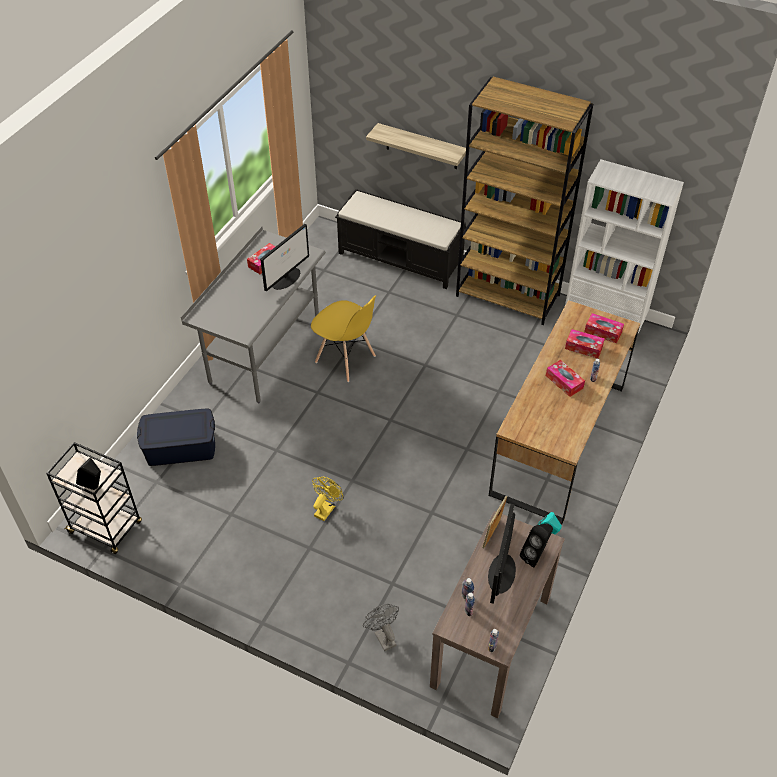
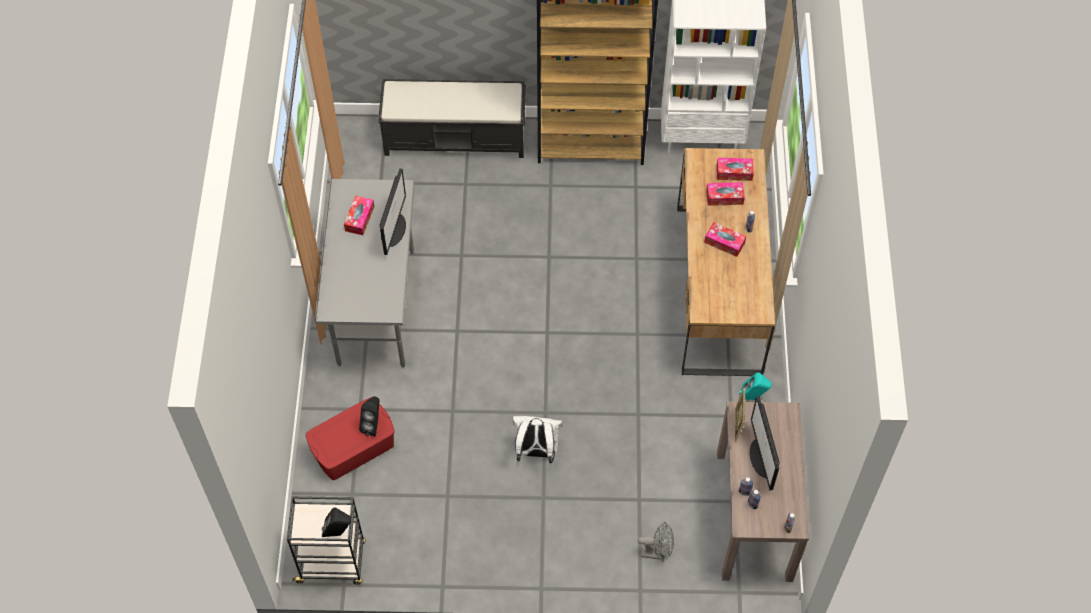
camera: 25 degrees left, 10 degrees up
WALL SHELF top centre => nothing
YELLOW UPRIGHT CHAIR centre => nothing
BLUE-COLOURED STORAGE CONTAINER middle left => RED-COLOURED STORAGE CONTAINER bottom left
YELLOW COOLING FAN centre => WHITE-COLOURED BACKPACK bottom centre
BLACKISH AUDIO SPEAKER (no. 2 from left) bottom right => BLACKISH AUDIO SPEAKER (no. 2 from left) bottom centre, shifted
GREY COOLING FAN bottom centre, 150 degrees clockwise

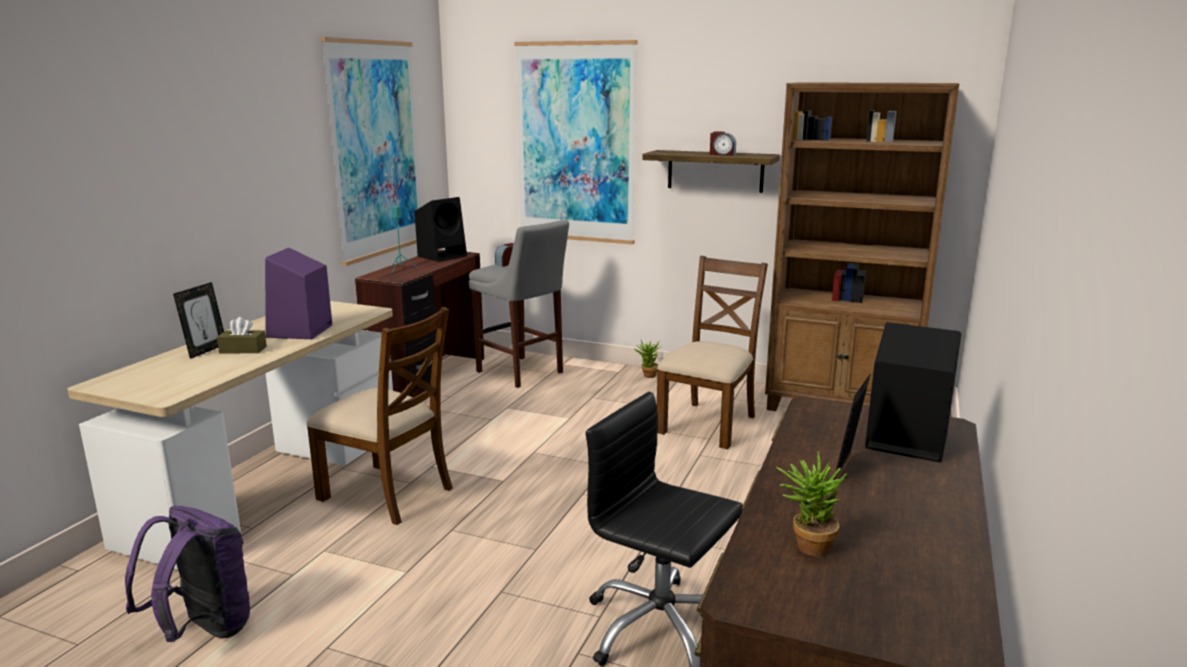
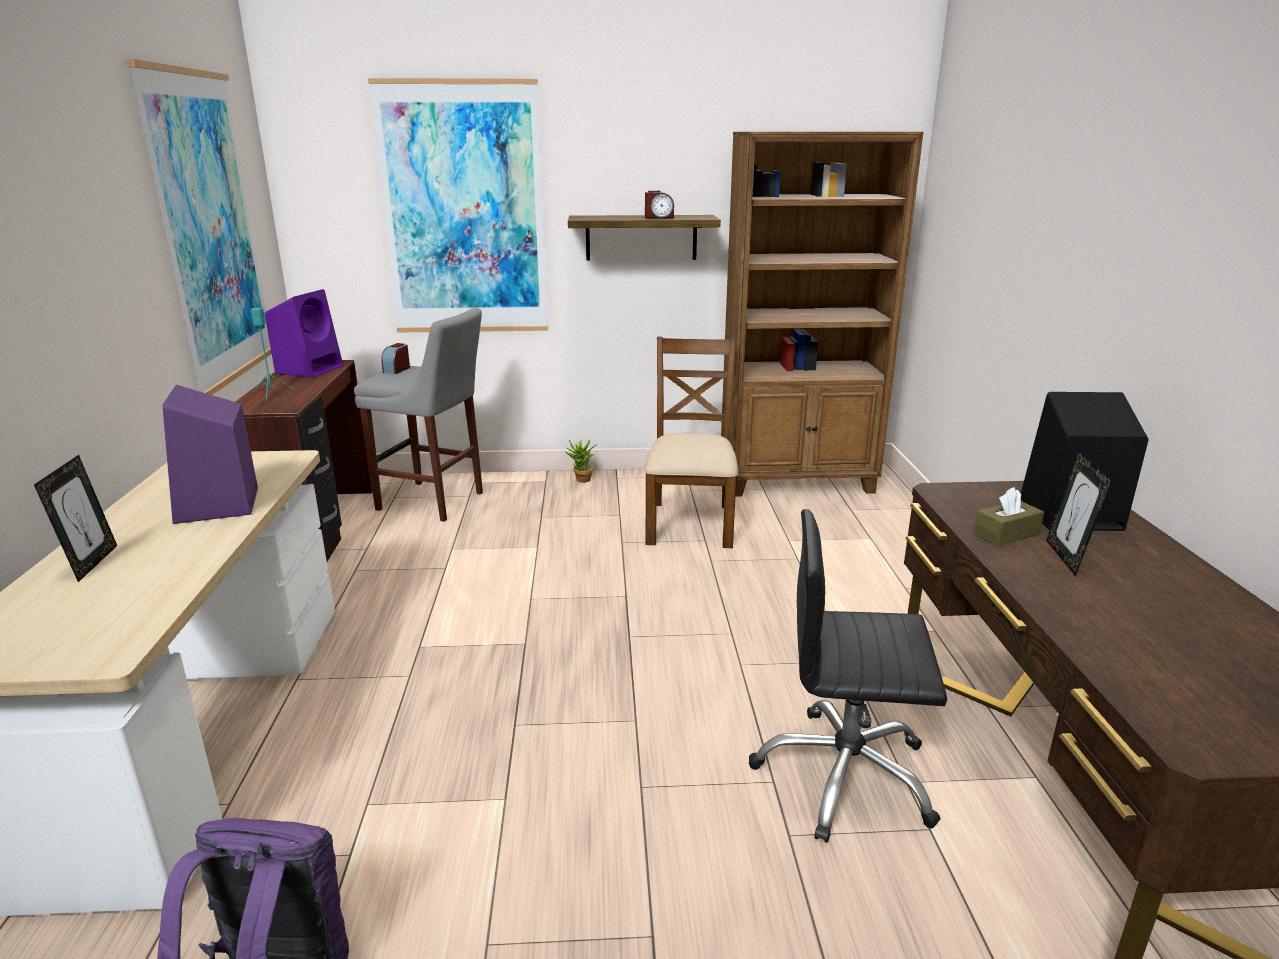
camera: 25 degrees left, 5 degrees up
BLACKISH AUDIO SPEAKER (no. 1 from left) centre => PURPLE AUDIO SPEAKER (no. 2 from left) middle left
BROWN UPRIGHT CHAIR (no. 1 from left) middle left => nothing
BROWN TISSUE HOLDER middle left => BROWN TISSUE HOLDER middle right, shifted
POTTED PLANT (no. 2 from left) bottom right => nothing

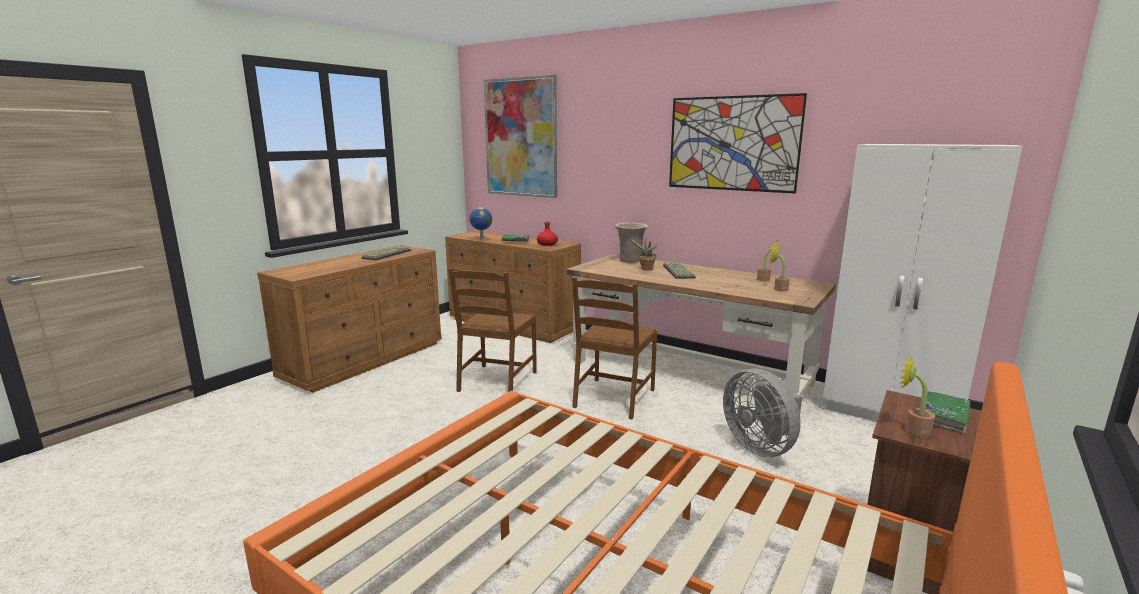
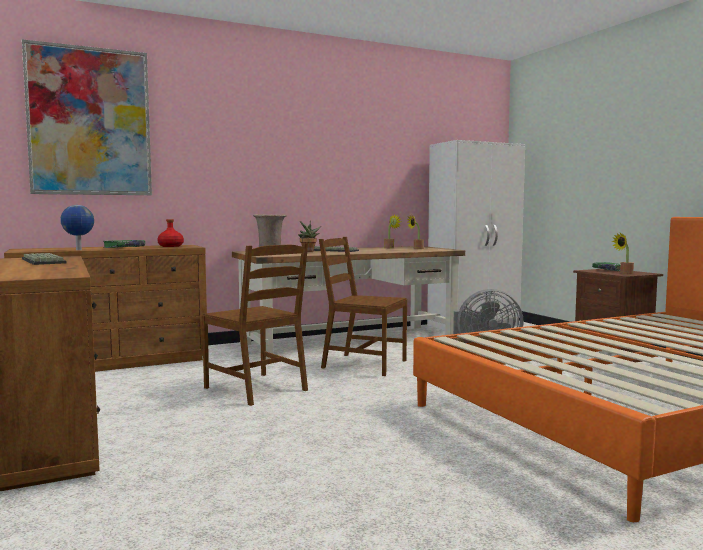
camera: 60 degrees left, 10 degrees down
PICTURE (no. 2 from left) top centre => nothing
BROWN UPRIGHT CHAIR (no. 2 from left) centre, 150 degrees clockwise

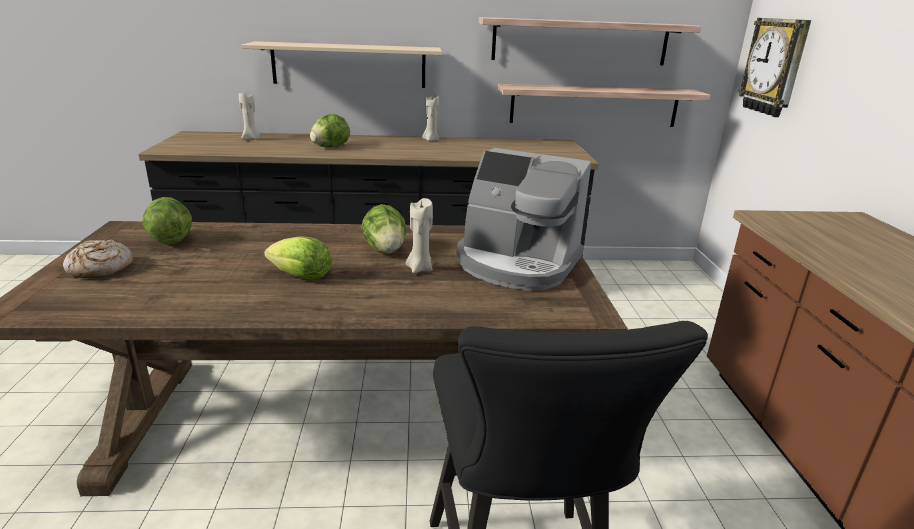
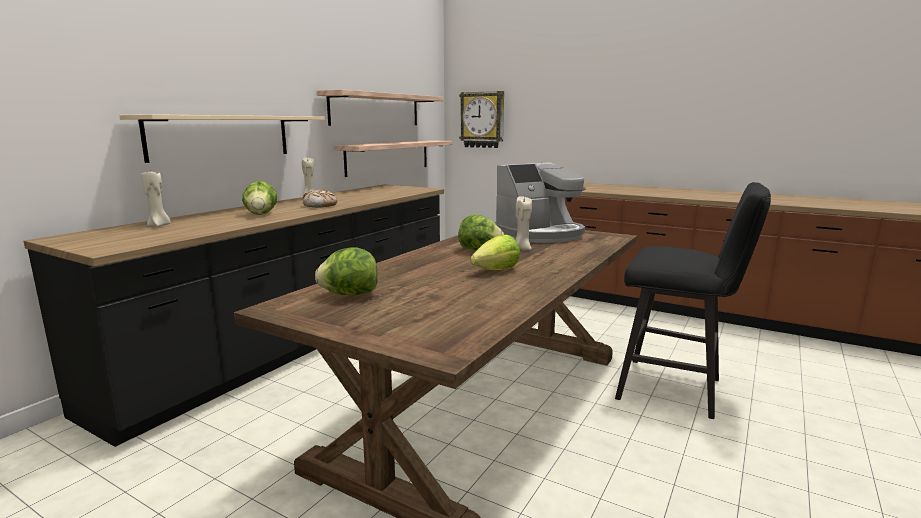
camera: 55 degrees left, 10 degrees down
BREAD middle left => BREAD centre, shifted

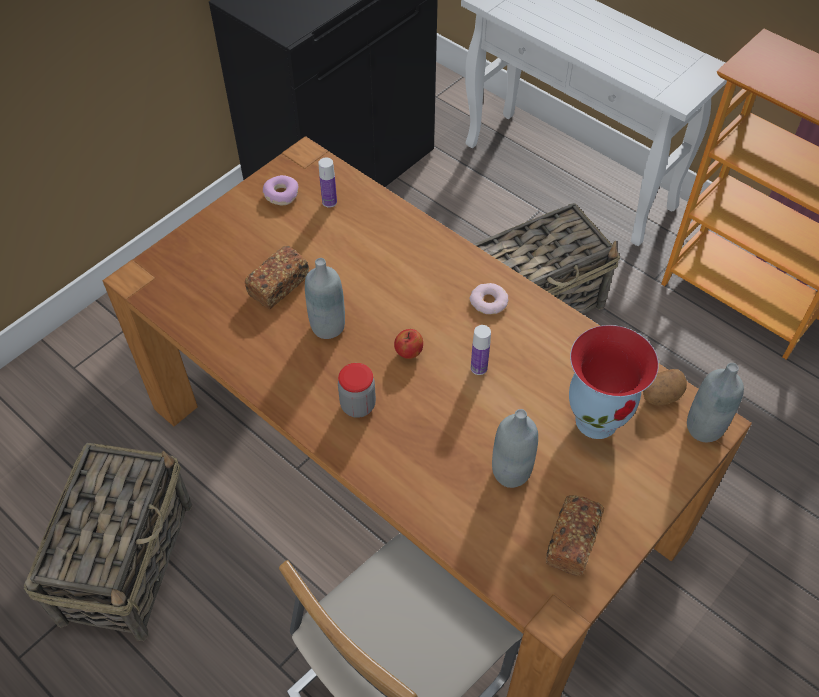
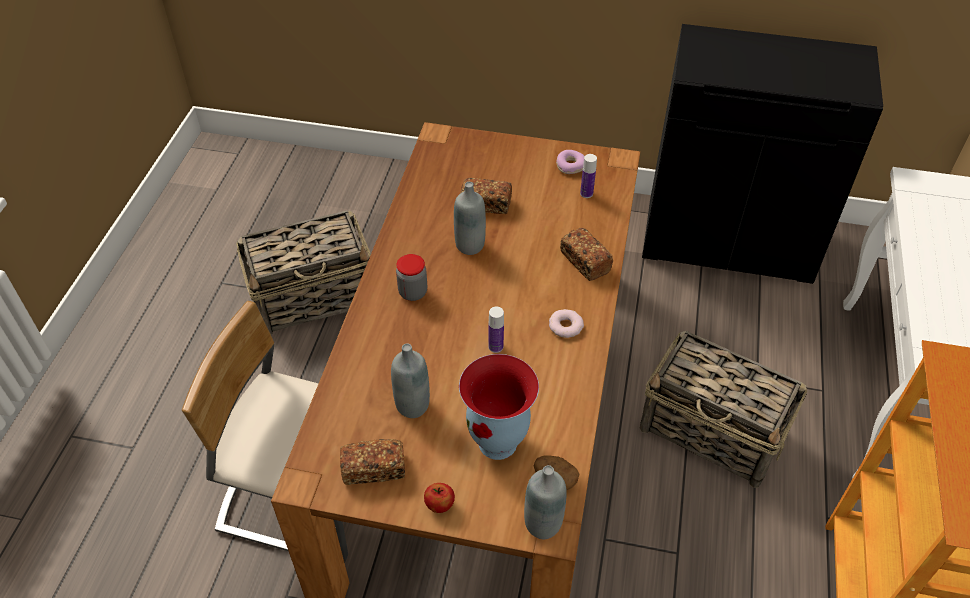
camera: 60 degrees right, 5 degrees down
APPLE FRUIT centre => APPLE FRUIT bottom centre, shifted
nothing => BREAD (no. 3 from left) centre

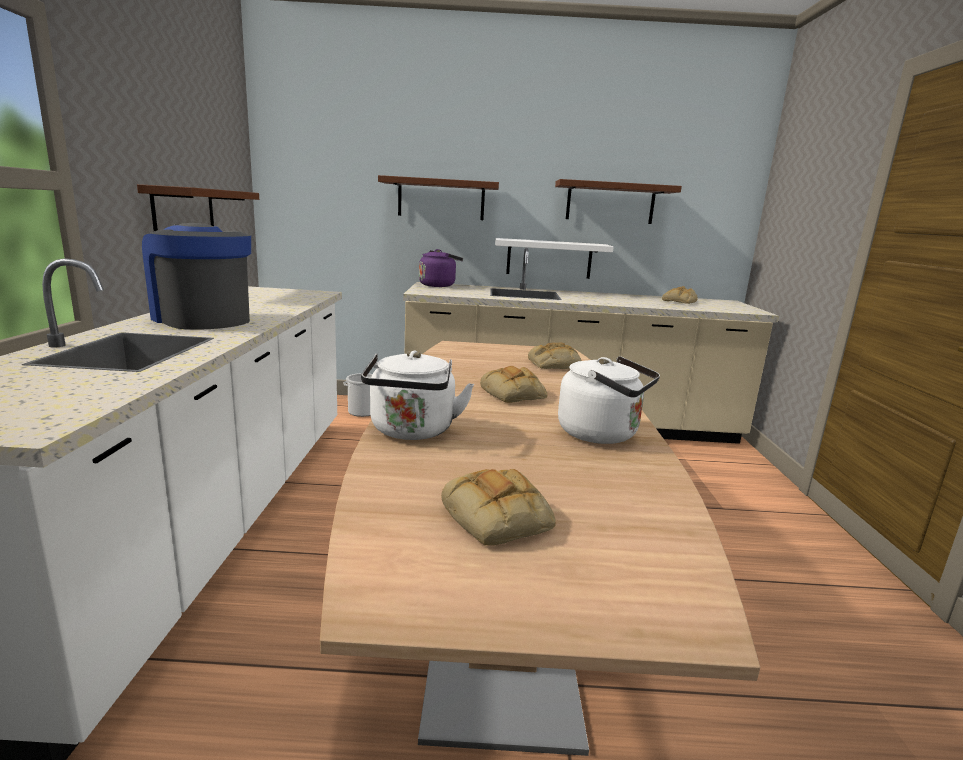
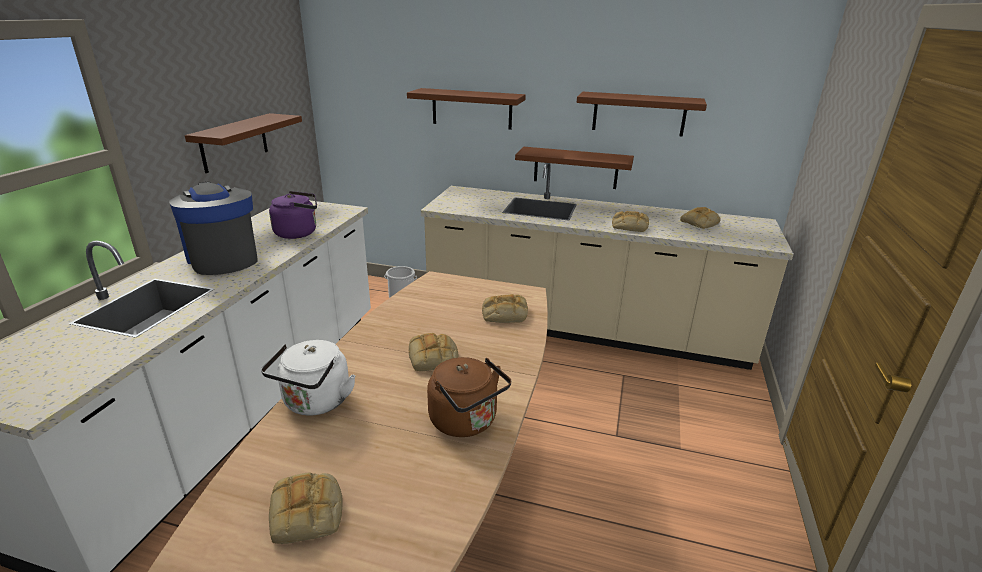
camera: 15 degrees right, 10 degrees up
WHITE-COLOURED WALL SHELF centre => BROWN WALL SHELF (no. 3 from left) top centre
PURPLE TEA KETTLE centre => PURPLE TEA KETTLE middle left, shifted
WHITE-COLOURED TEA KETTLE (no. 2 from left) centre => BROWN TEA KETTLE bottom centre
nothing => BREAD (no. 4 from left) centre

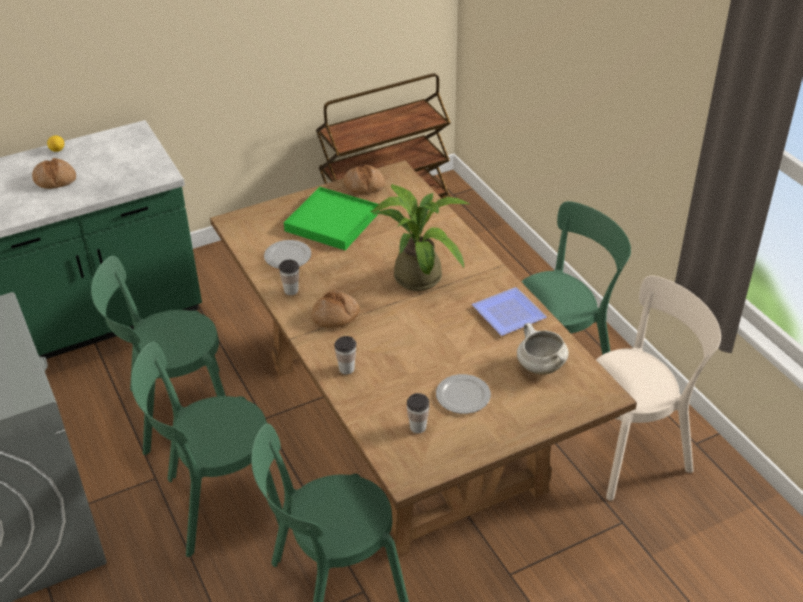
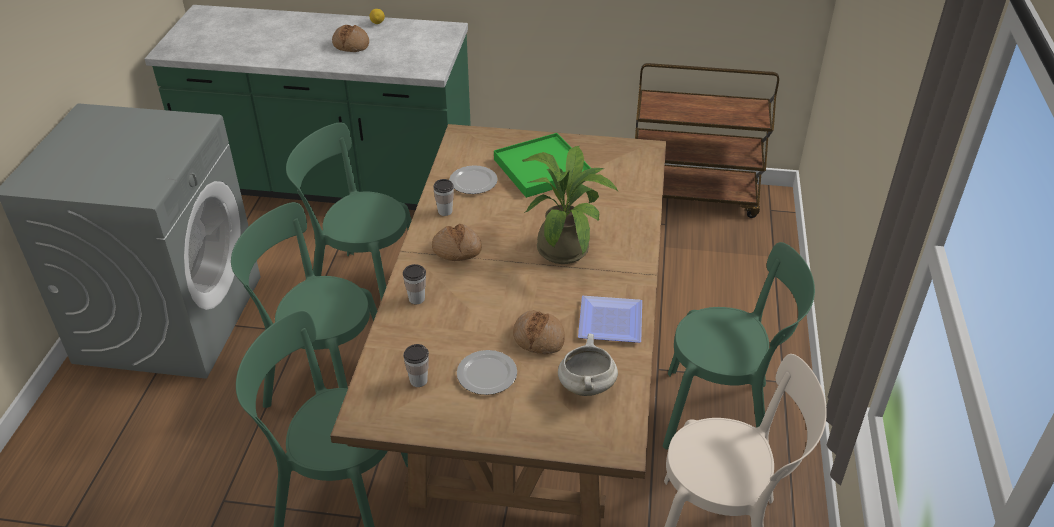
camera: 35 degrees right, 0 degrees up
BREAD (no. 3 from left) top centre => BREAD (no. 3 from left) centre, shifted

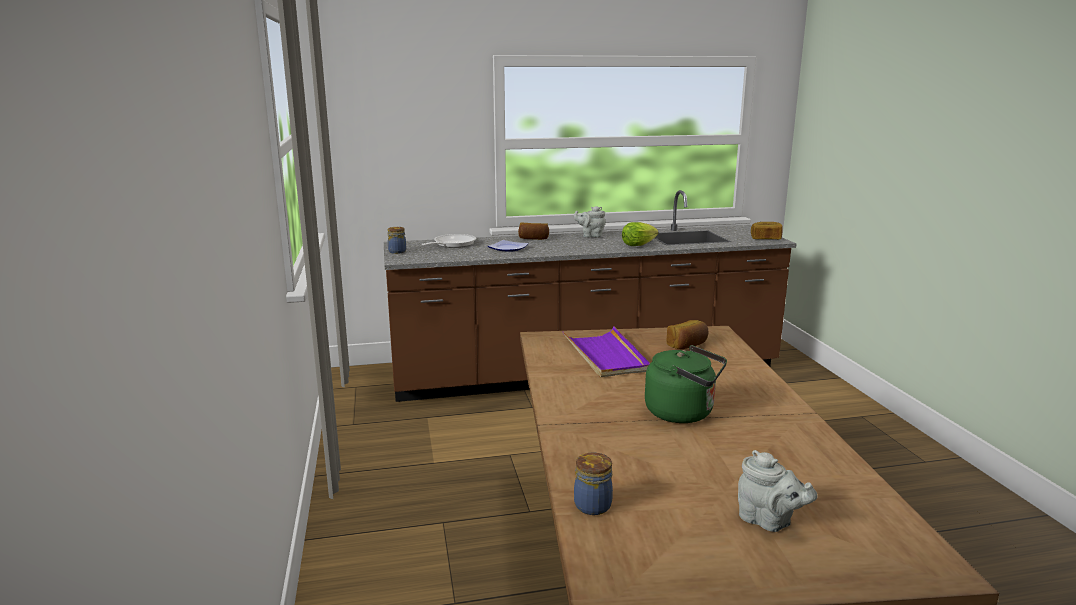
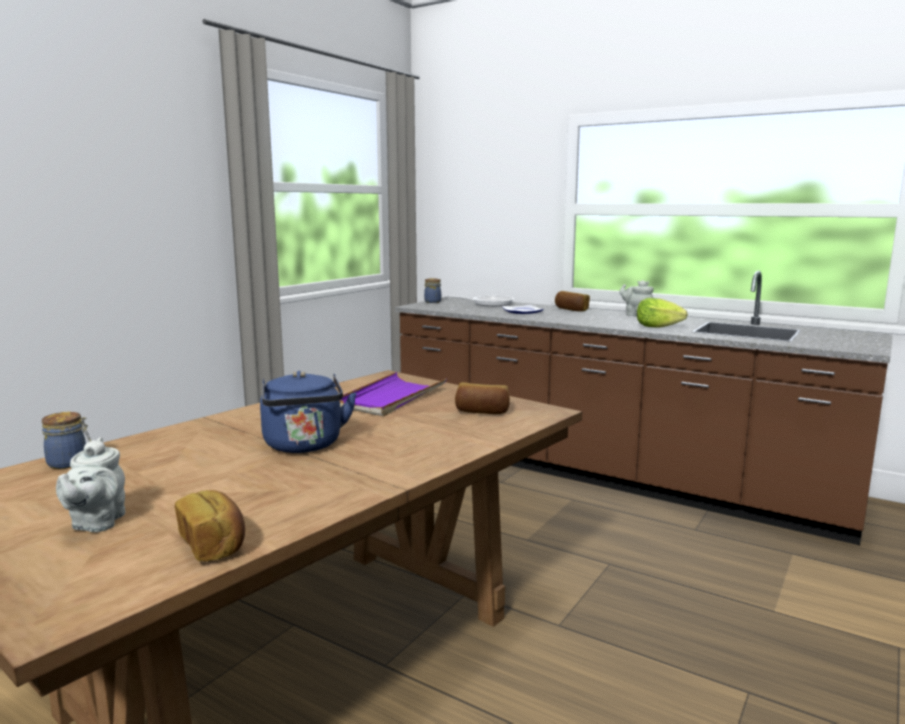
camera: 45 degrees right, 5 degrees down
BREAD (no. 3 from left in the first image) middle right => BREAD (no. 1 from left) bottom left, shifted
GREEN TEA KETTLE centre => BLUE-COLOURED TEA KETTLE centre

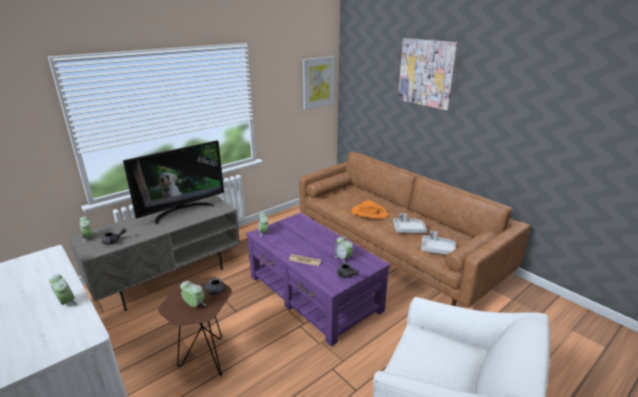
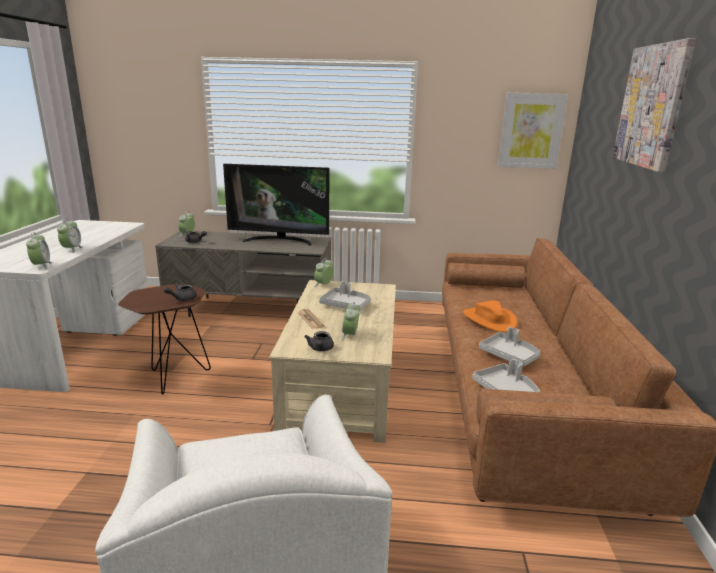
camera: 45 degrees right, 5 degrees down
PURPLE LOUNGE TABLE bottom centre => BEIGE LOUNGE TABLE centre
TABLE CLOCK (no. 3 from left in the first image) bottom left => TABLE CLOCK (no. 1 from left) middle left, shifted
nothing => GREY TRAY (no. 1 from left) centre

